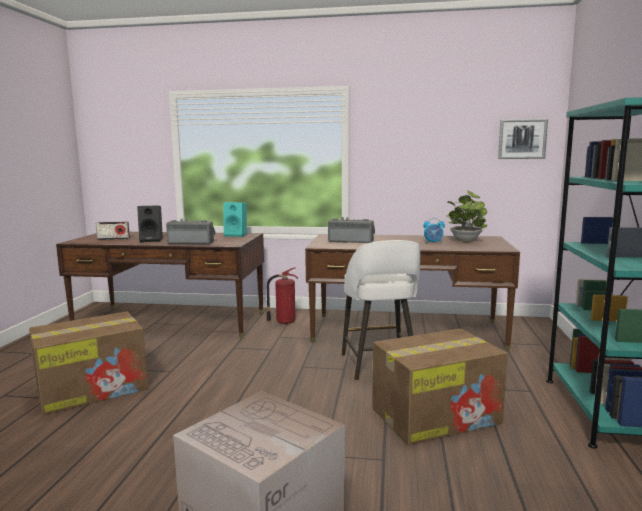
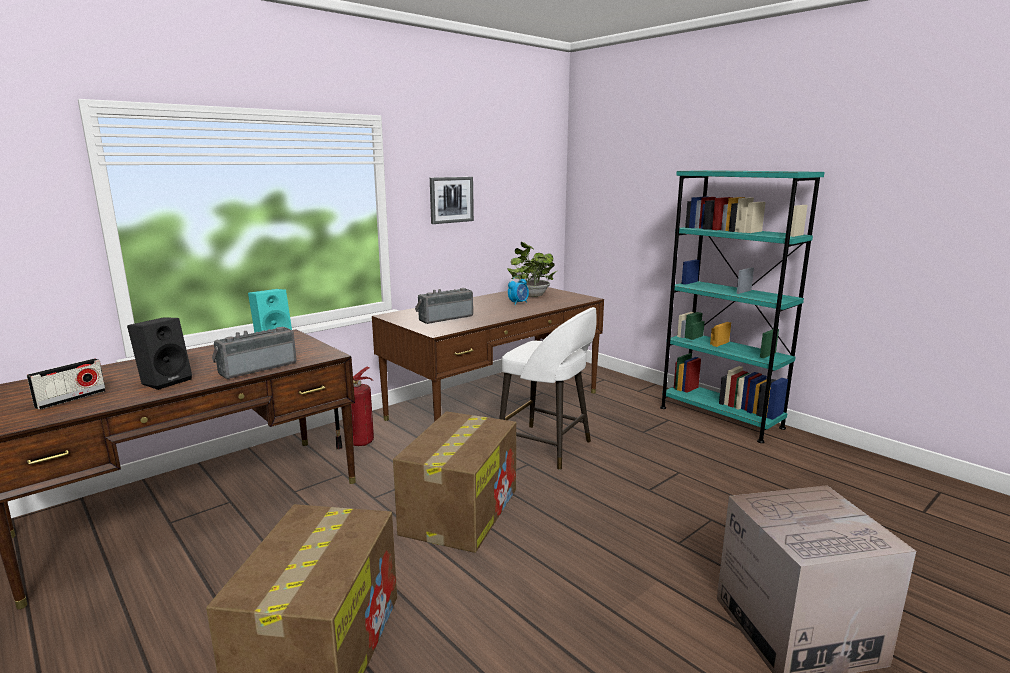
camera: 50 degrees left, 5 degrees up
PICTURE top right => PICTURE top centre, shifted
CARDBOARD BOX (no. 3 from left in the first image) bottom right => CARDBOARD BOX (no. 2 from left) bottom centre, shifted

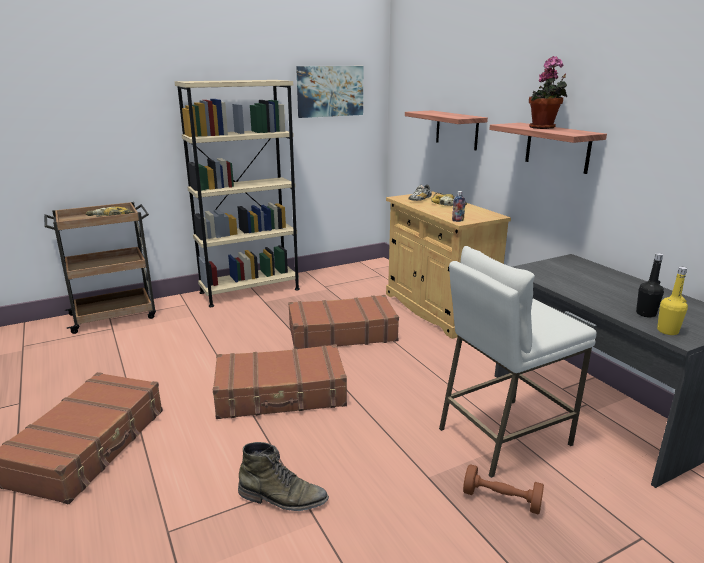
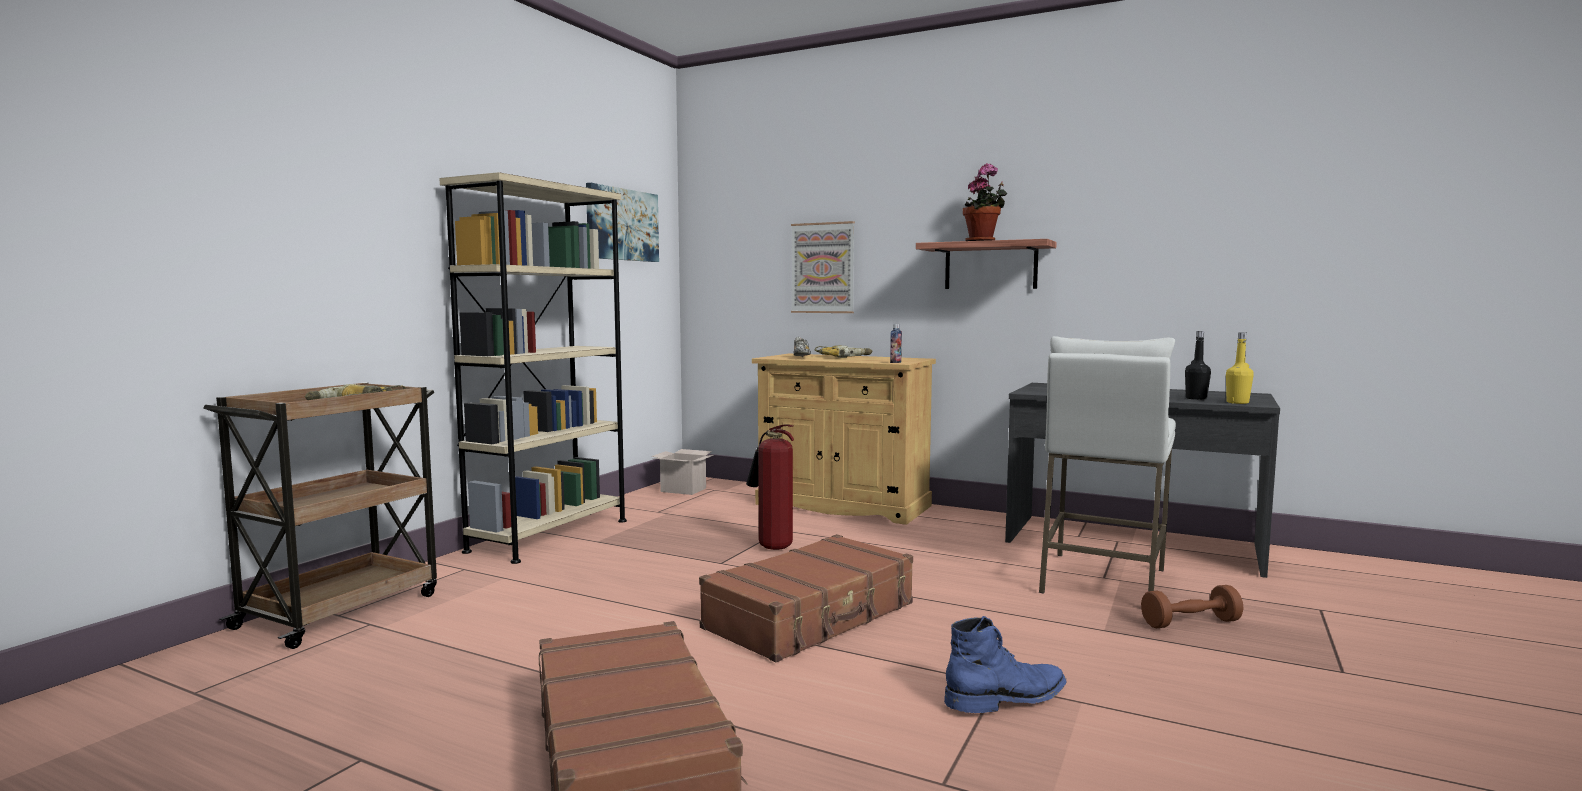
camera: 35 degrees left, 15 degrees down
WALL SHELF (no. 1 from left) top centre => PICTURE (no. 2 from left) centre
BROWN PIECE OF LUGGAGE (no. 3 from left) centre => FIRE EXTINGUISHER centre
GREEN BOOT bottom centre => BLUE-COLOURED BOOT bottom centre
nothing => CARDBOARD BOX centre

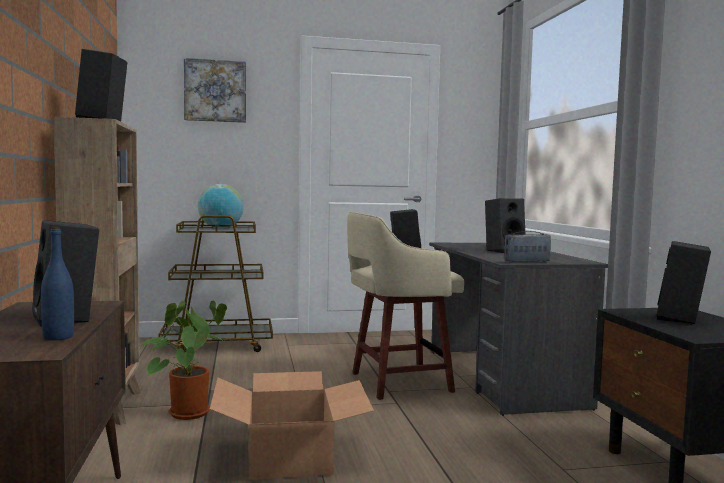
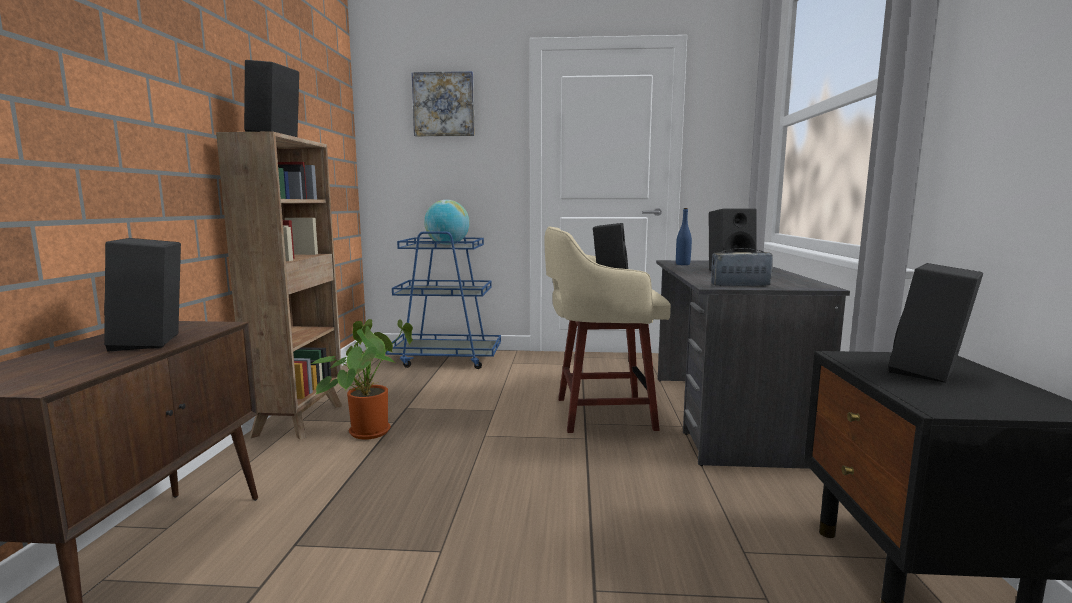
camera: 15 degrees right, 5 degrees up
BROWN WHEELED CART middle left => BLUE-COLOURED WHEELED CART centre
BLUE-COLOURED BOTTLE middle left => BLUE-COLOURED BOTTLE centre, shifted
CARDBOARD BOX bottom centre => nothing

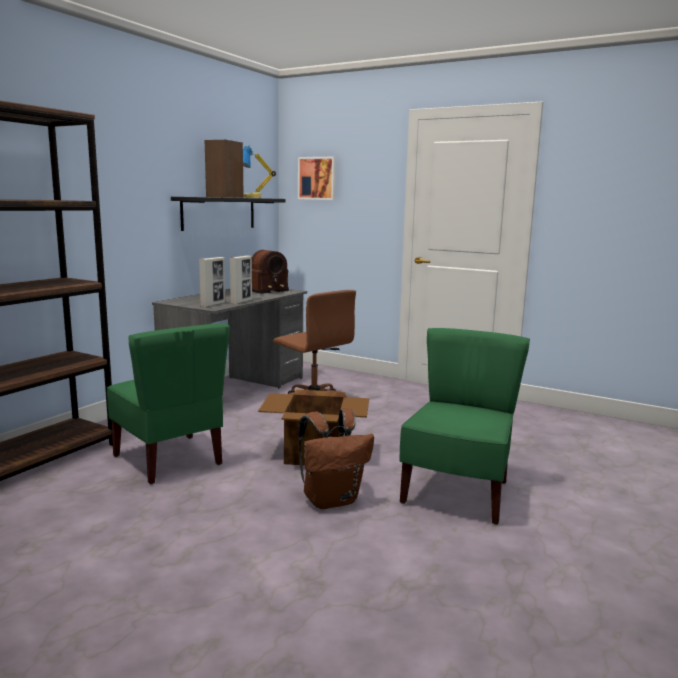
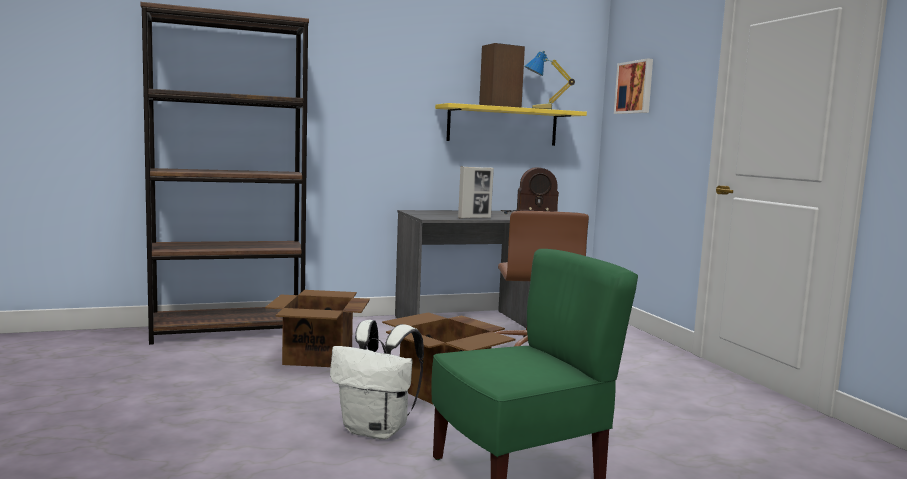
camera: 40 degrees right, 5 degrees down
BLACKISH WALL SHELF top centre => YELLOW WALL SHELF top centre
PICTURE FRAME (no. 1 from left) middle left => nothing
GREEN UPRIGHT CHAIR (no. 1 from left) middle left => CARDBOARD BOX (no. 1 from left) bottom centre
BROWN BACKPACK bottom centre => WHITE-COLOURED BACKPACK bottom centre

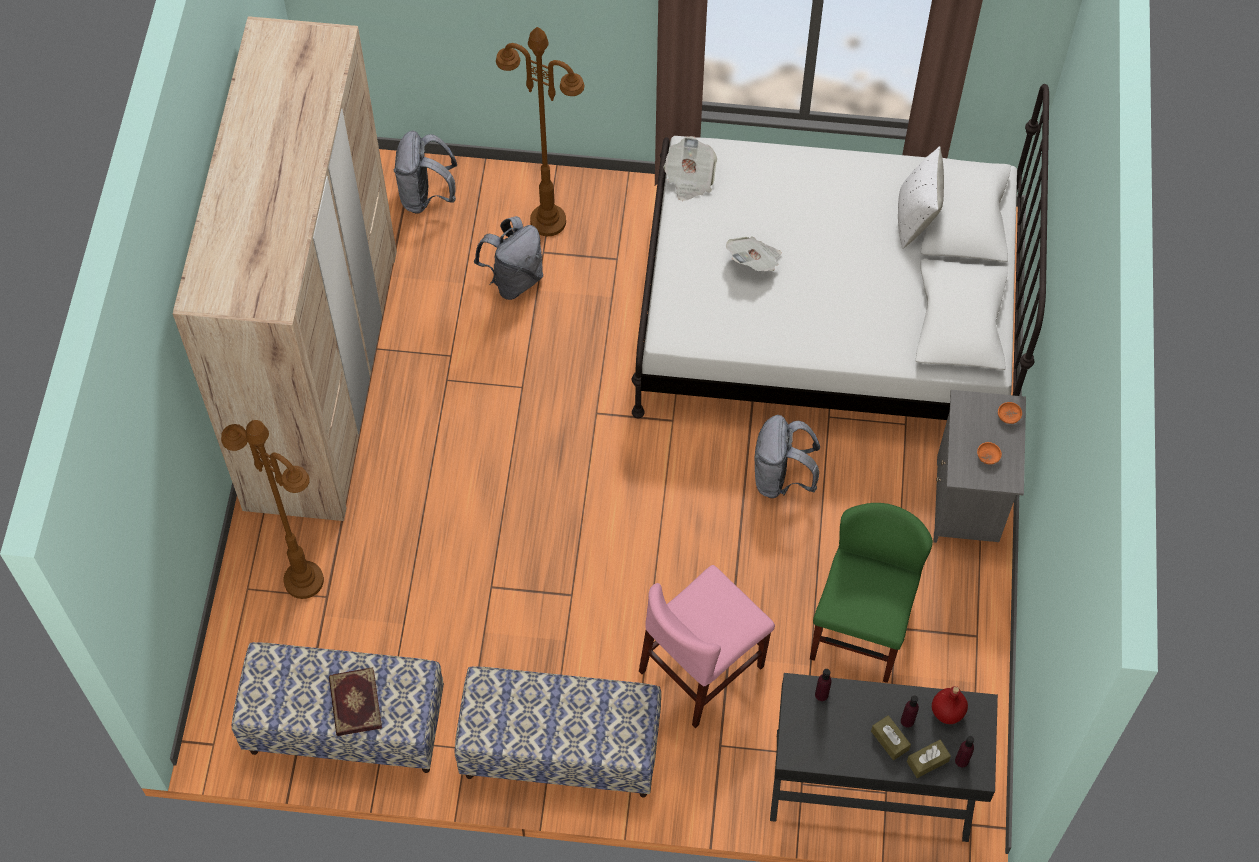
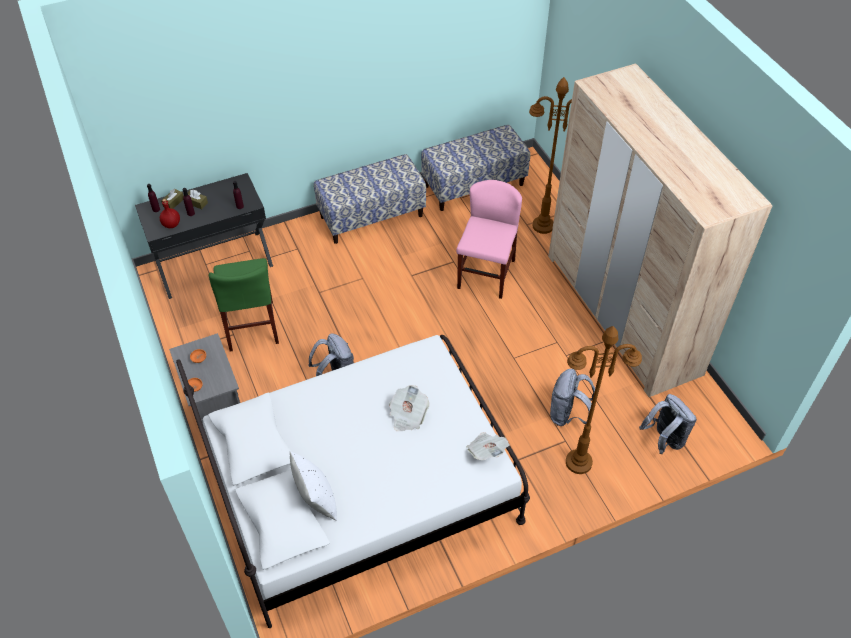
camera: 150 degrees right, 10 degrees down
PINK UPRIGHT CHAIR bottom centre => PINK UPRIGHT CHAIR centre, shifted
BOOK bottom left => nothing

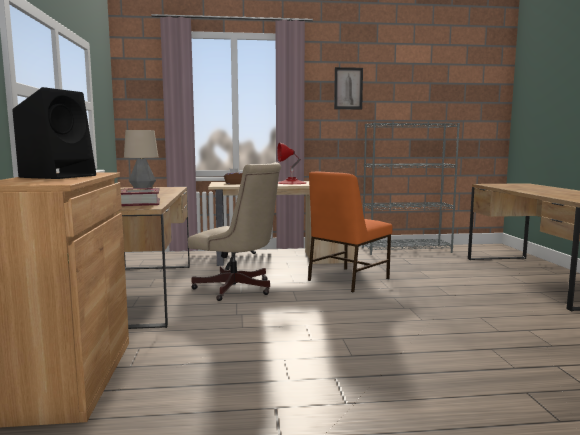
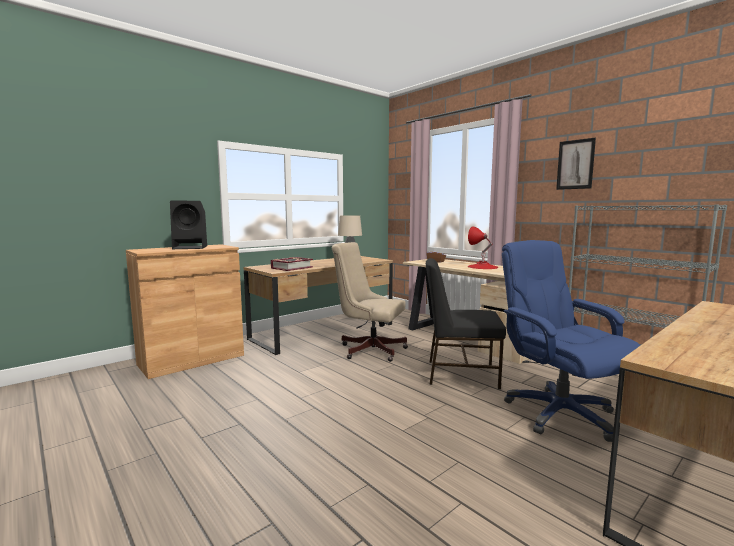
camera: 55 degrees right, 0 degrees up
BEIGE OFFICE CHAIR centre, 120 degrees clockwise
ORANGE UPRIGHT CHAIR centre => BLACKISH UPRIGHT CHAIR centre
nothing => BLUE-COLOURED OFFICE CHAIR middle right

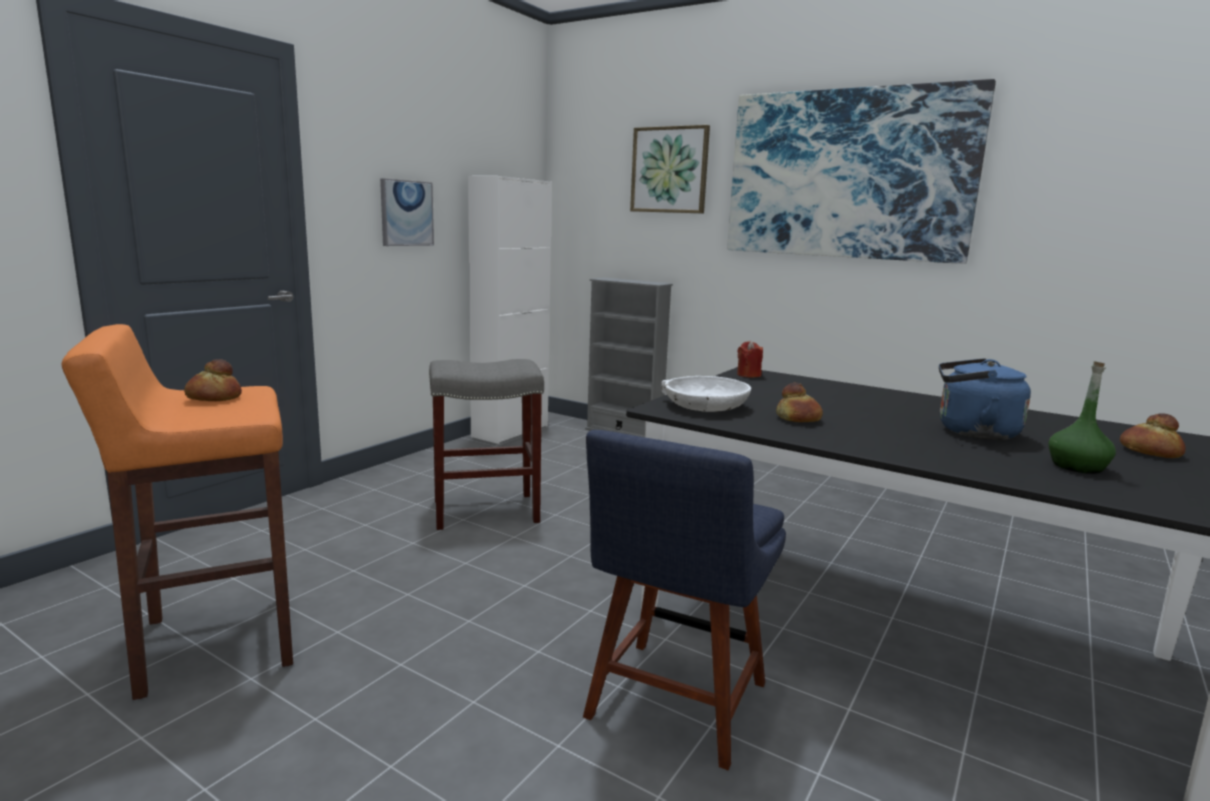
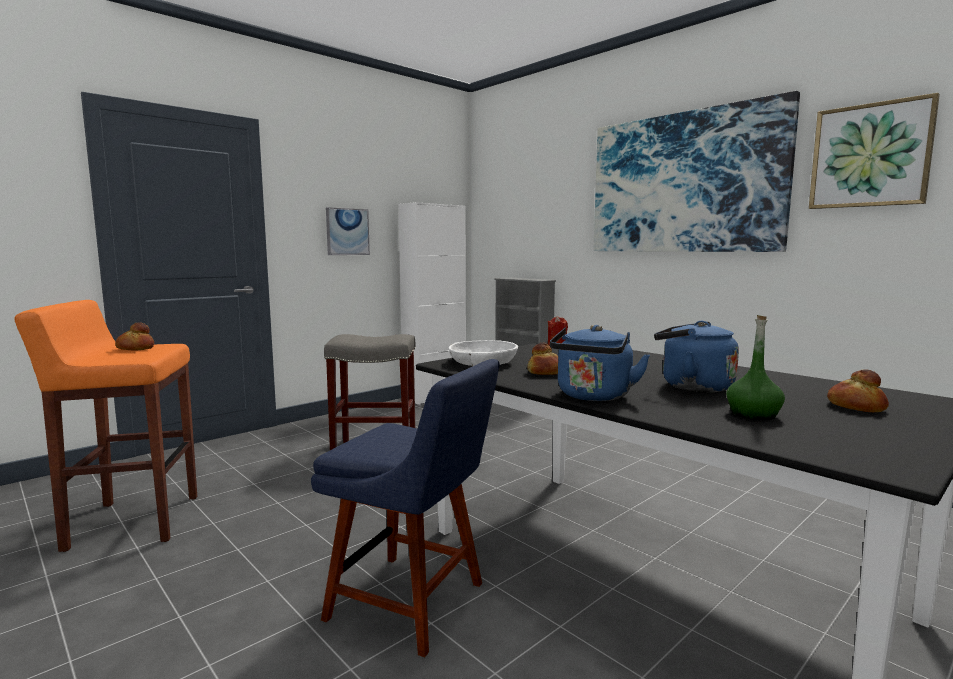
camera: 15 degrees right, 5 degrees down
PICTURE (no. 2 from left in the first image) top centre => PICTURE (no. 3 from left) top right, shifted
BLUE-COLOURED UPRIGHT CHAIR bottom centre, 105 degrees counterclockwise
nothing => BLUE-COLOURED TEA KETTLE (no. 1 from left) centre

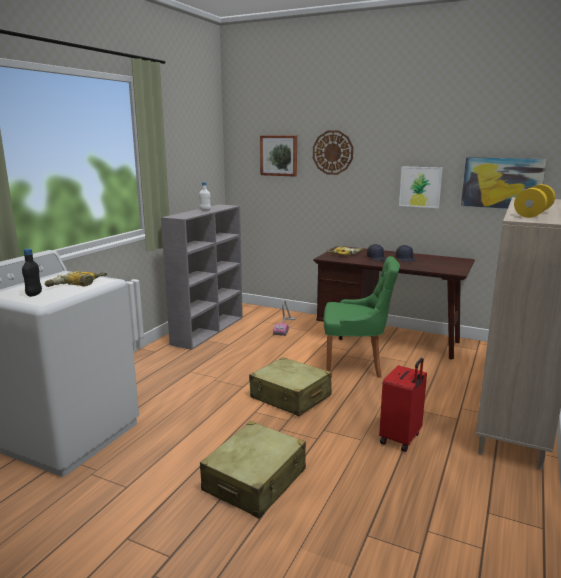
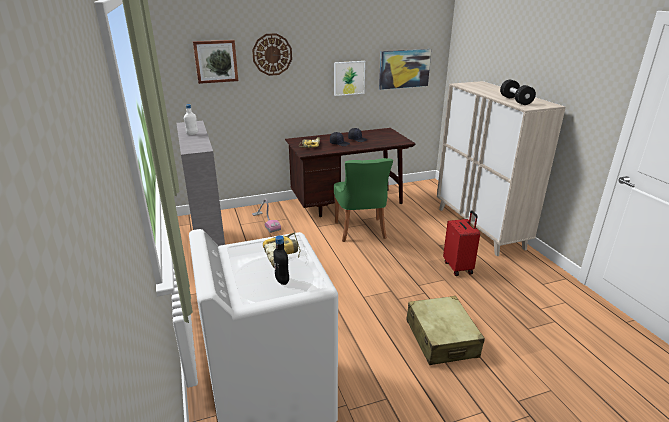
camera: 45 degrees left, 10 degrees up
YELLOW DUMBBELL middle right => BLACKISH DUMBBELL top right
GREEN UPRIGHT CHAIR centre, 120 degrees clockwise
BEIGE PIECE OF LUGGAGE (no. 2 from left) bottom centre => nothing

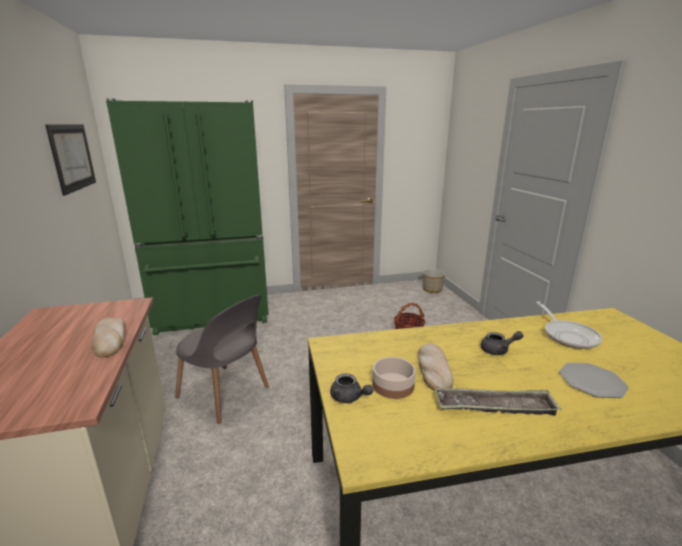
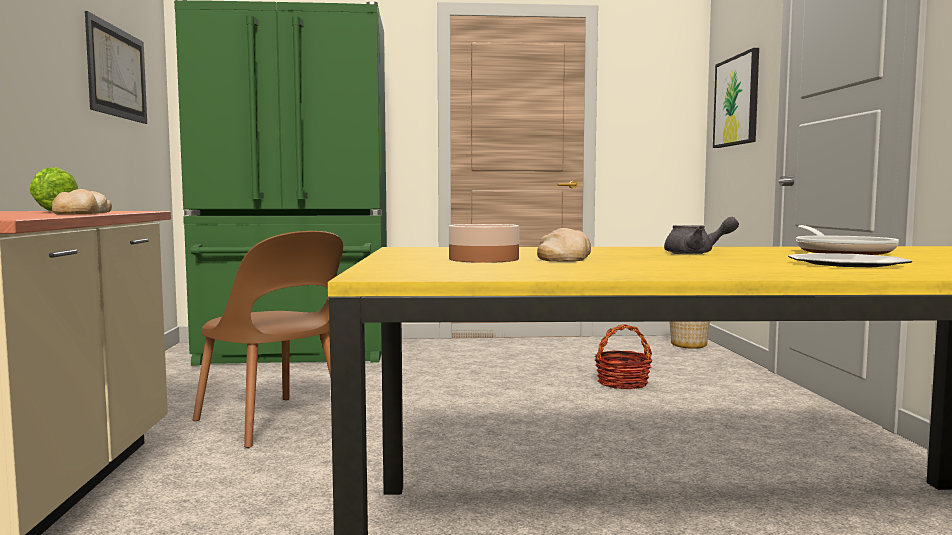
camera: 10 degrees right, 15 degrees down
GREY UPRIGHT CHAIR middle left => BROWN UPRIGHT CHAIR middle left
GREY POT FOR TEA (no. 1 from left) bottom centre => nothing
TRAY bottom right => nothing
nothing => PICTURE (no. 2 from left) top right
nothing => HEAD OF LETTUCE middle left

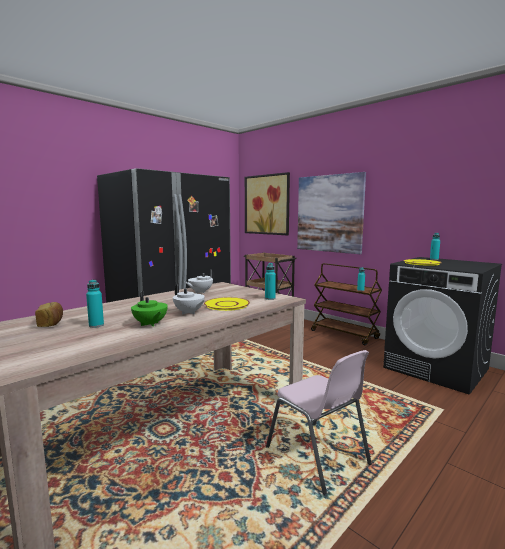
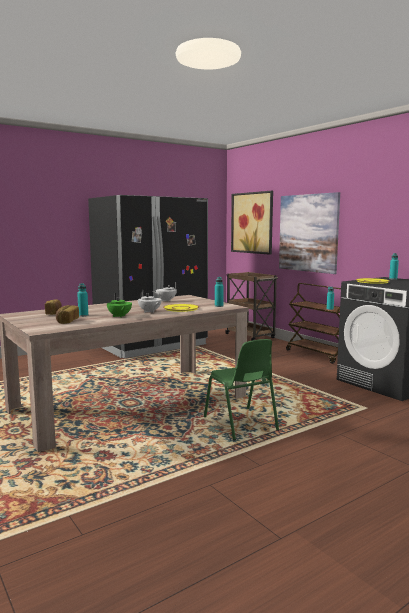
camera: 10 degrees right, 0 degrees up
PINK UPRIGHT CHAIR bottom centre => GREEN UPRIGHT CHAIR centre
nothing => BREAD (no. 2 from left) middle left

